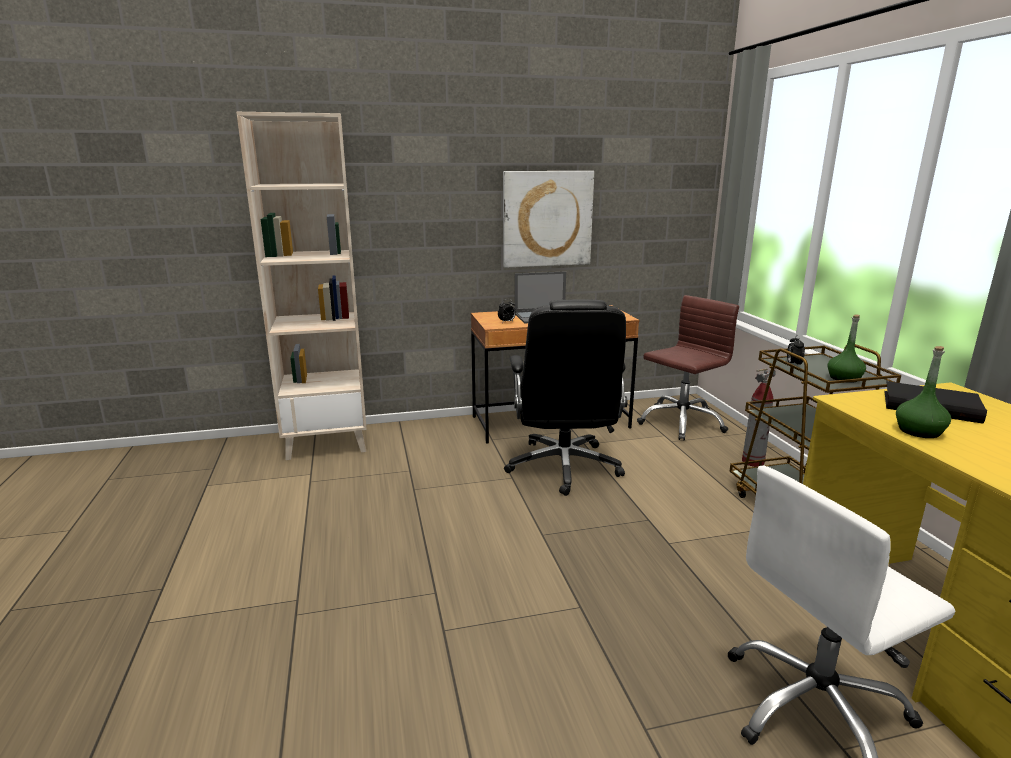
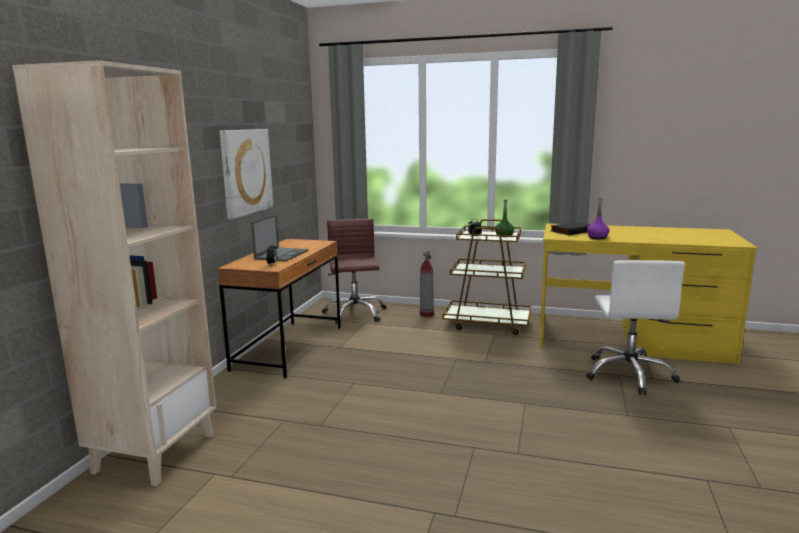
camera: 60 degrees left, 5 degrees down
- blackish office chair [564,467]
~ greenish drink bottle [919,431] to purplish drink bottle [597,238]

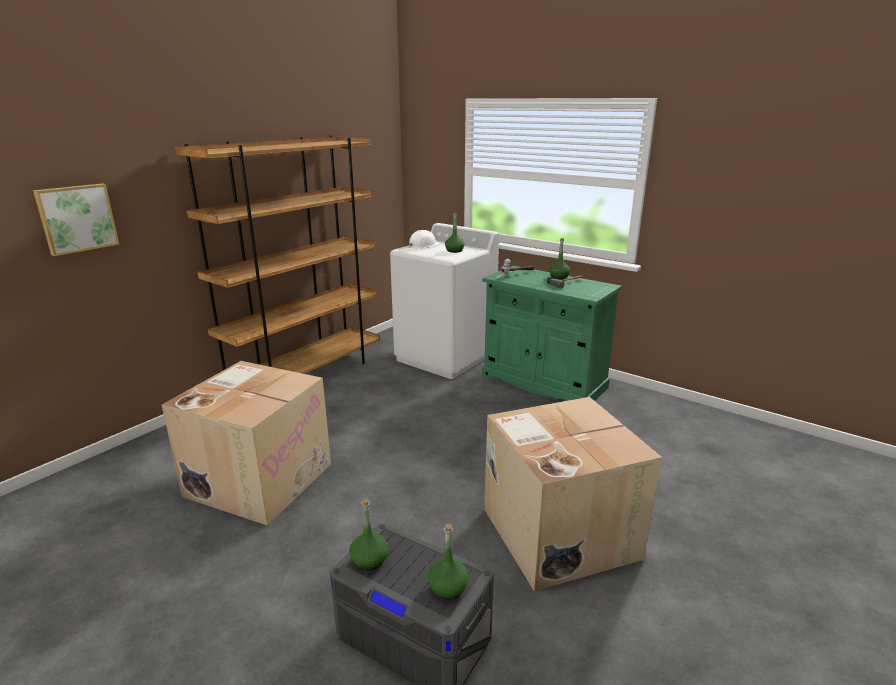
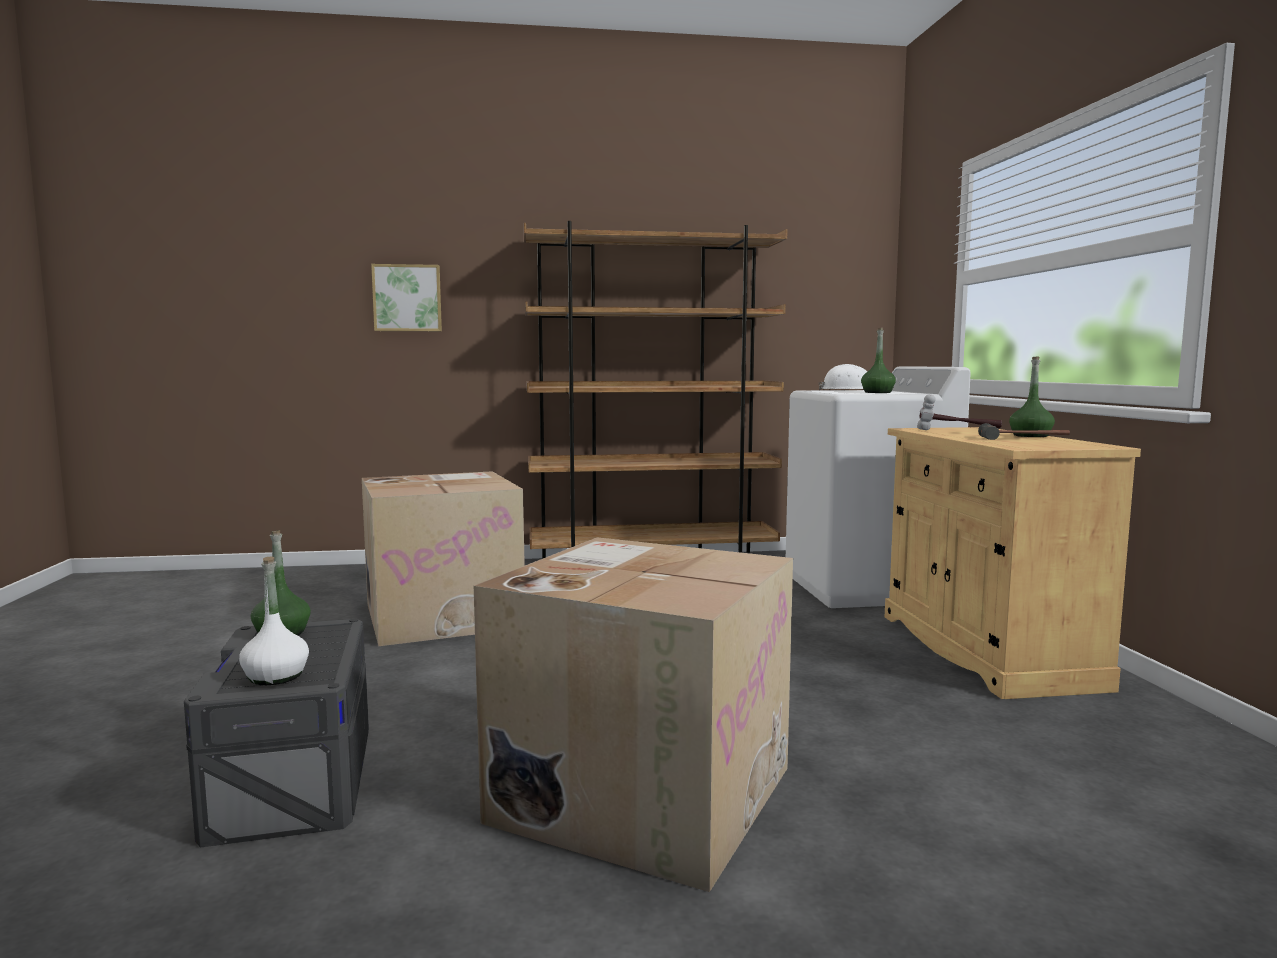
camera: 45 degrees right, 15 degrees down
~ greenish cabinet [543,382] to beige cabinet [985,650]
~ greenish drink bottle [448,588] to white drink bottle [276,676]

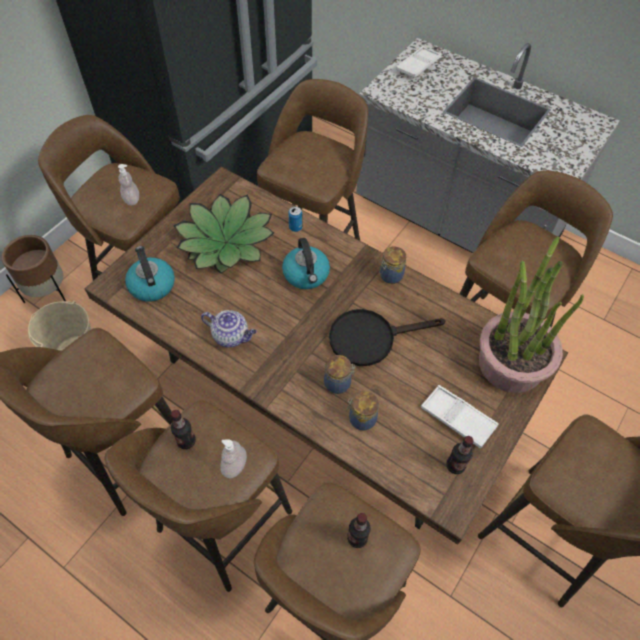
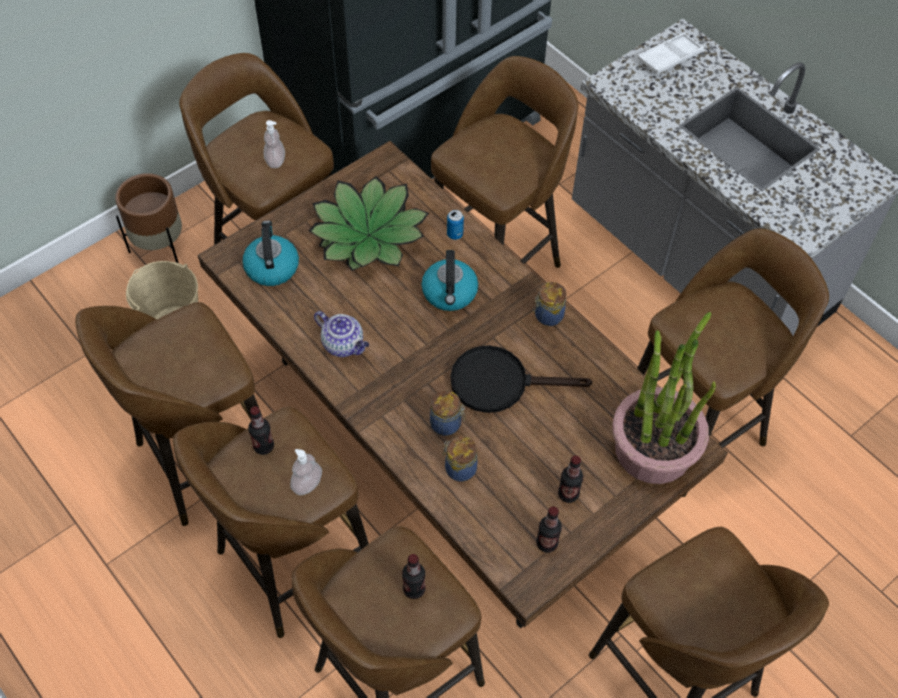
camera: 15 degrees right, 0 degrees up
~ white carrying tray [457,418] to drink bottle [568,494]

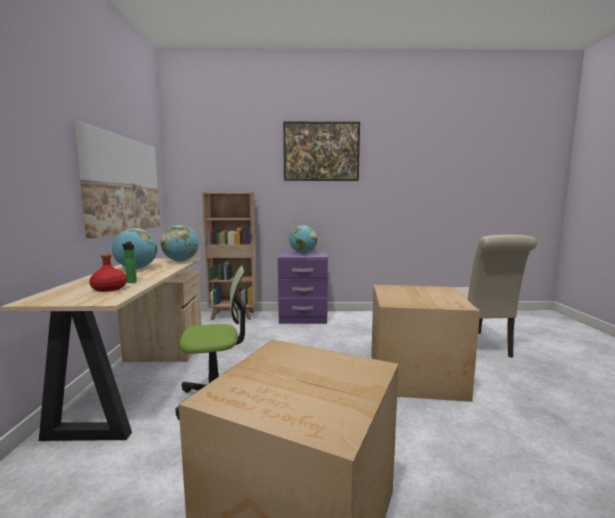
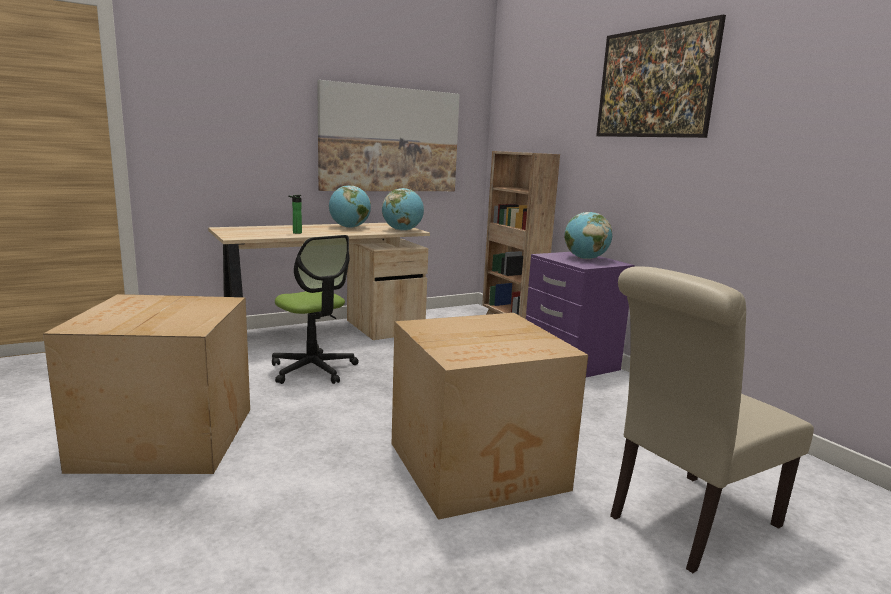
camera: 60 degrees right, 5 degrees up
- red drink bottle [108,288]

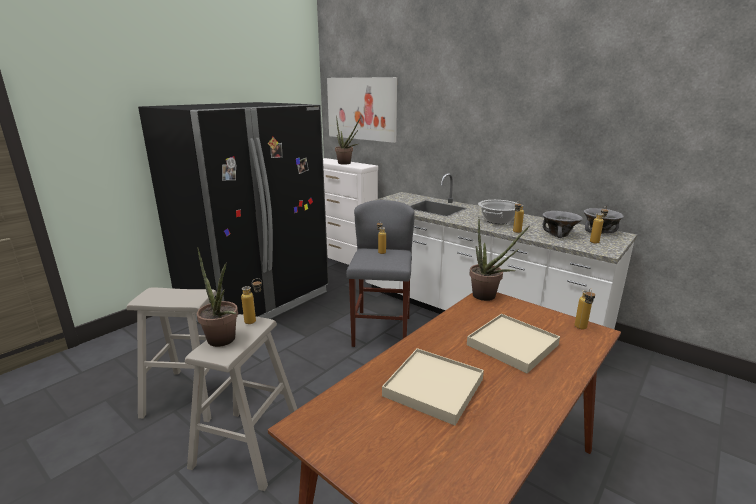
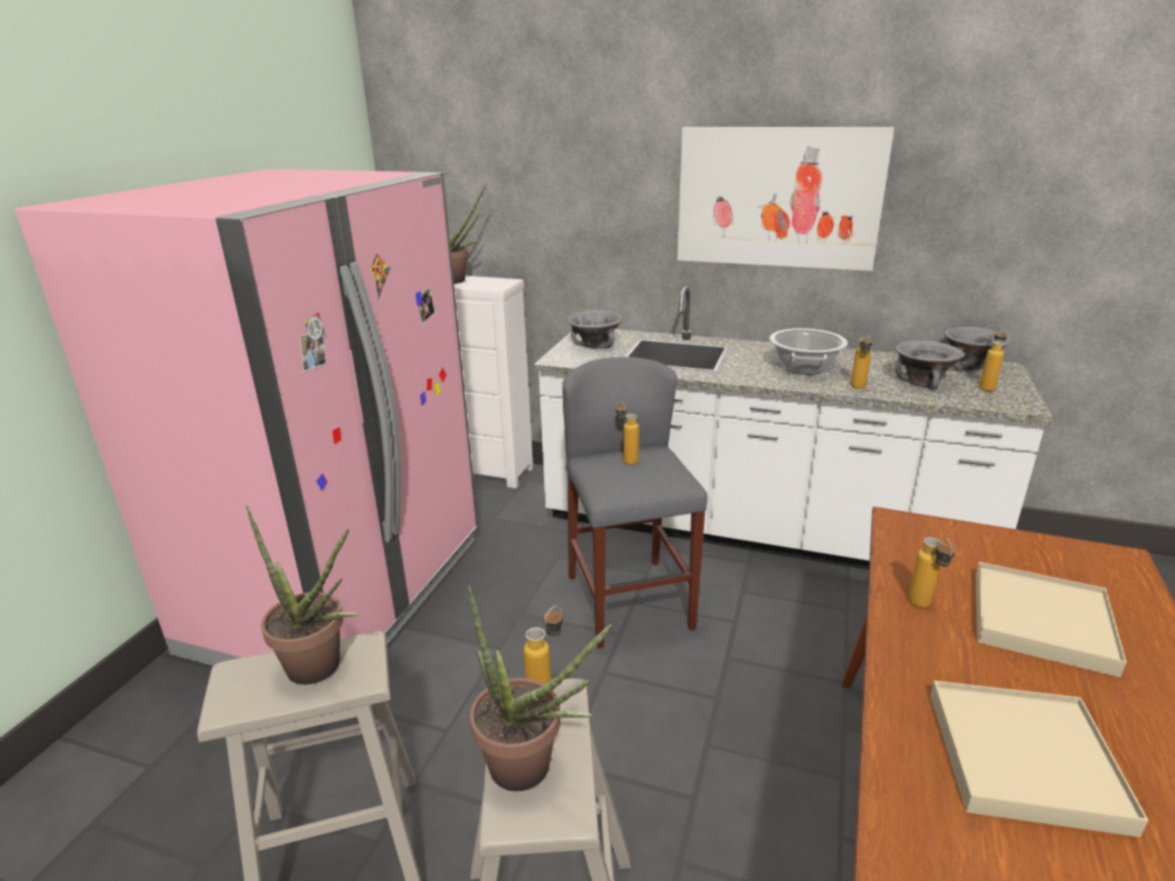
camera: 20 degrees left, 5 degrees up
~ wall art [361,109] to [778,198]
~ blackish refrigerator [256,301] to pink refrigerator [342,593]
~ plant in a pot [488,297] to [322,670]
~ drink bottle [581,329] to [924,607]
+ gray deep dish [595,345]

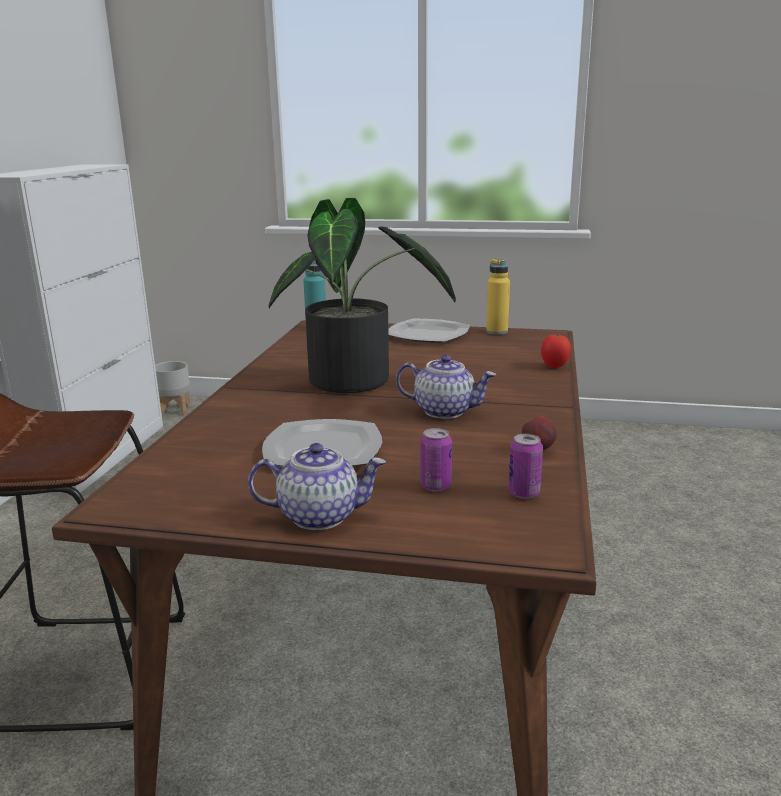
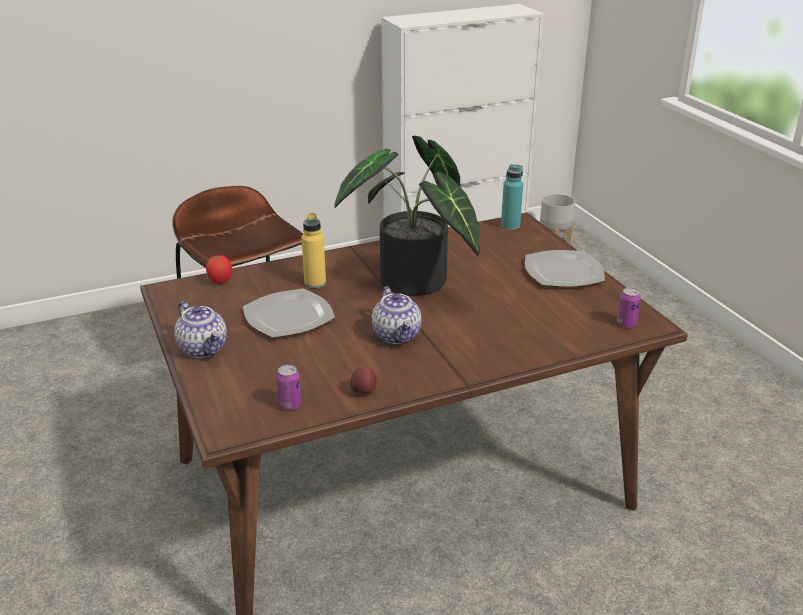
camera: 55 degrees right, 10 degrees up
~ yellow-coloured drink bottle [497,332] to [315,283]
~ tomato [554,366] to [220,282]
~ metal can [435,486] to [626,323]

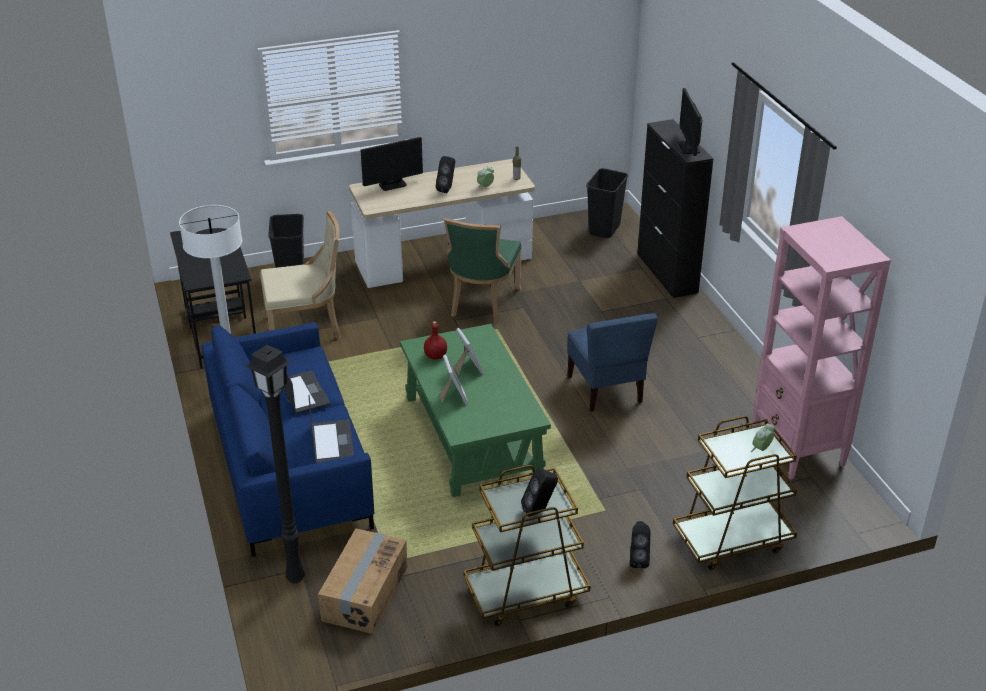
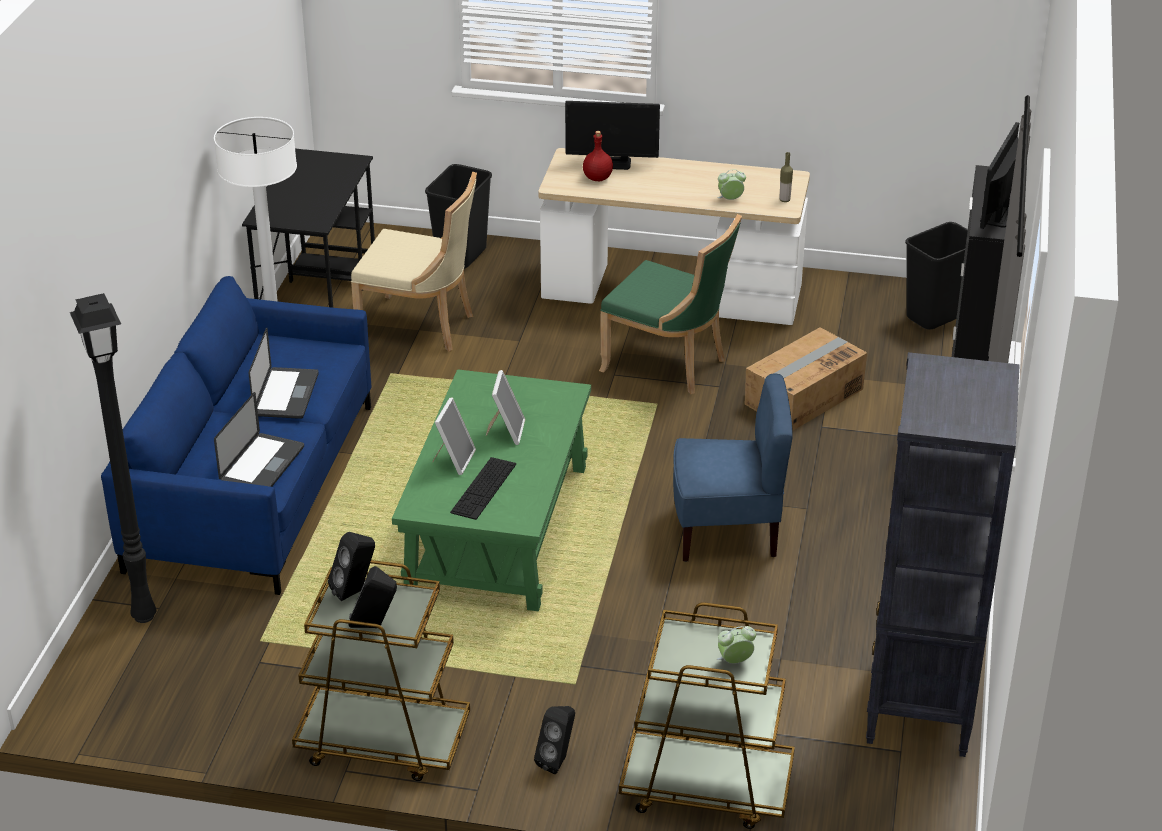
camera: 30 degrees right, 0 degrees up
~ blackish speaker [447,189] to [355,591]
~ pink shelving unit [798,449] to blackish shelving unit [919,708]
~ greenish plain chair [482,303] = [669,364] 105 degrees counterclockwise
~ blue plain chair [606,389] = [726,532] 105 degrees counterclockwise
~ red drink bottle [436,356] to [598,178]
~ packing box [364,593] to [803,396]
+ PC keyboard [483,488]

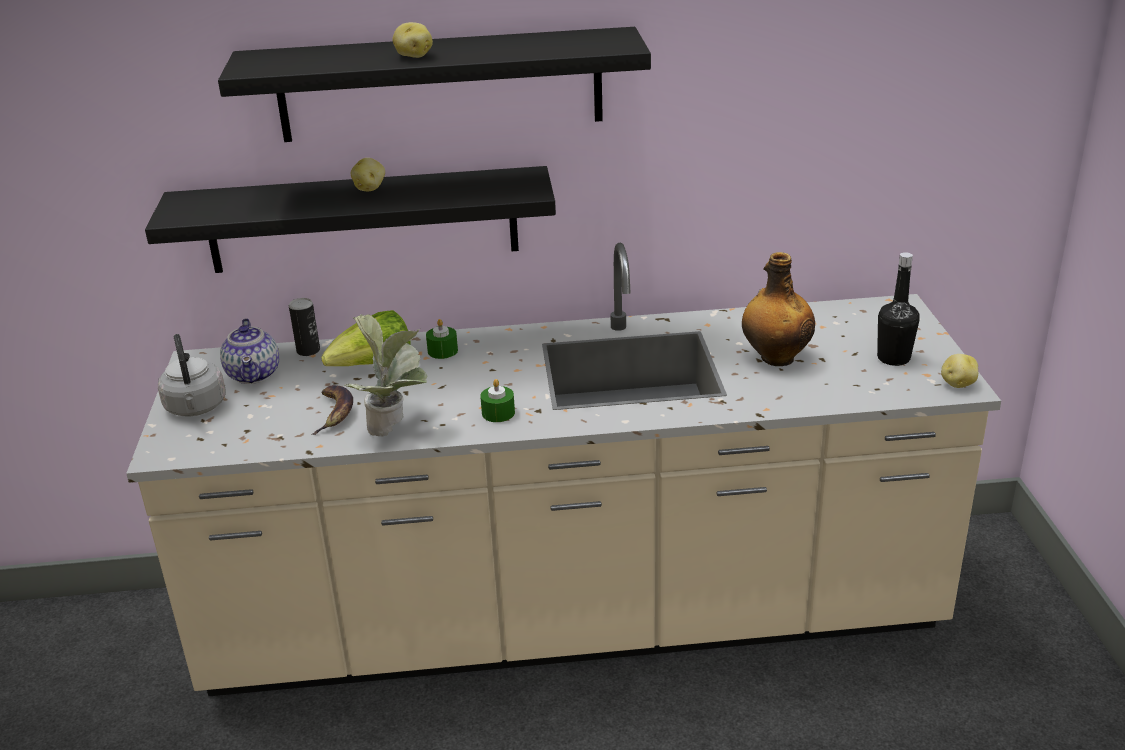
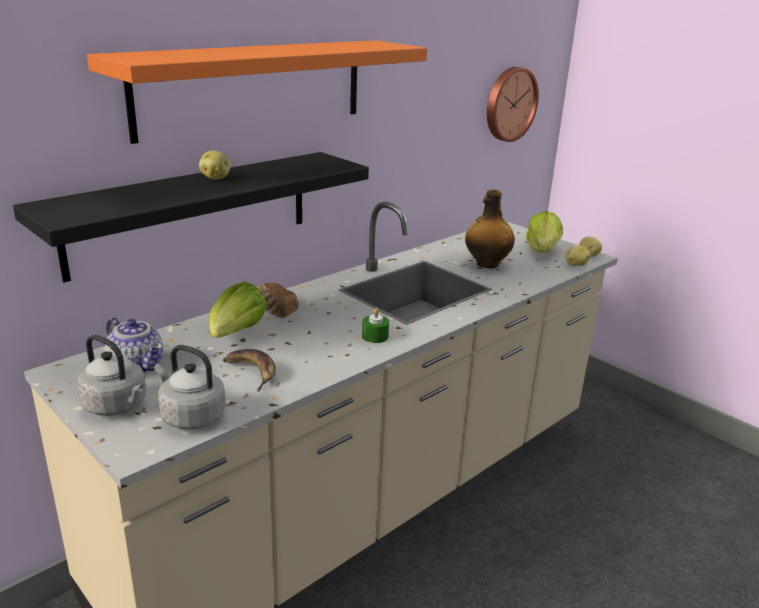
camera: 40 degrees left, 5 degrees down
~ spud [414,56] to [575,265]
~ blackish wall shelf [440,85] to orange-coloured wall shelf [254,87]
~ blackish drink bottle [893,358] to lettuce head [542,251]
- metal can [308,351]
- plant in a pot [395,428]
~ greenish wax candle [442,351] to baked bread [275,310]
+ wall clock [509,104]
+ gray kettle [190,416]

